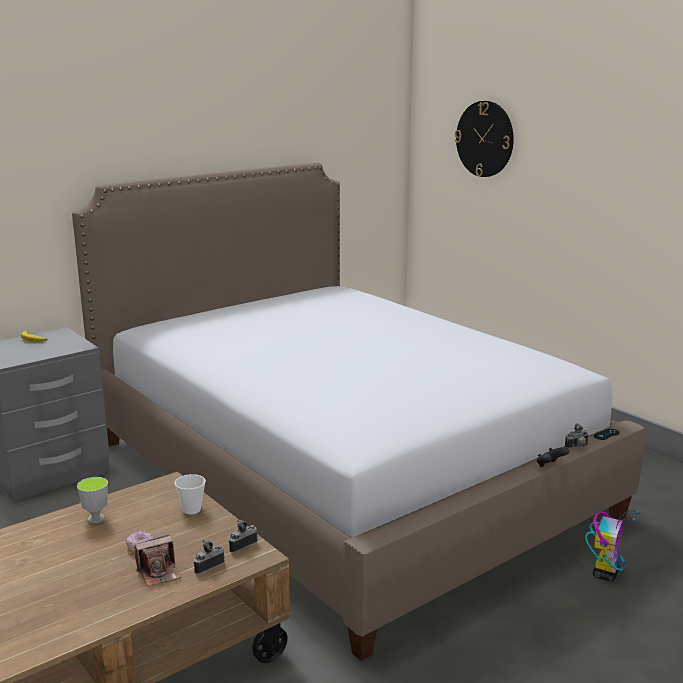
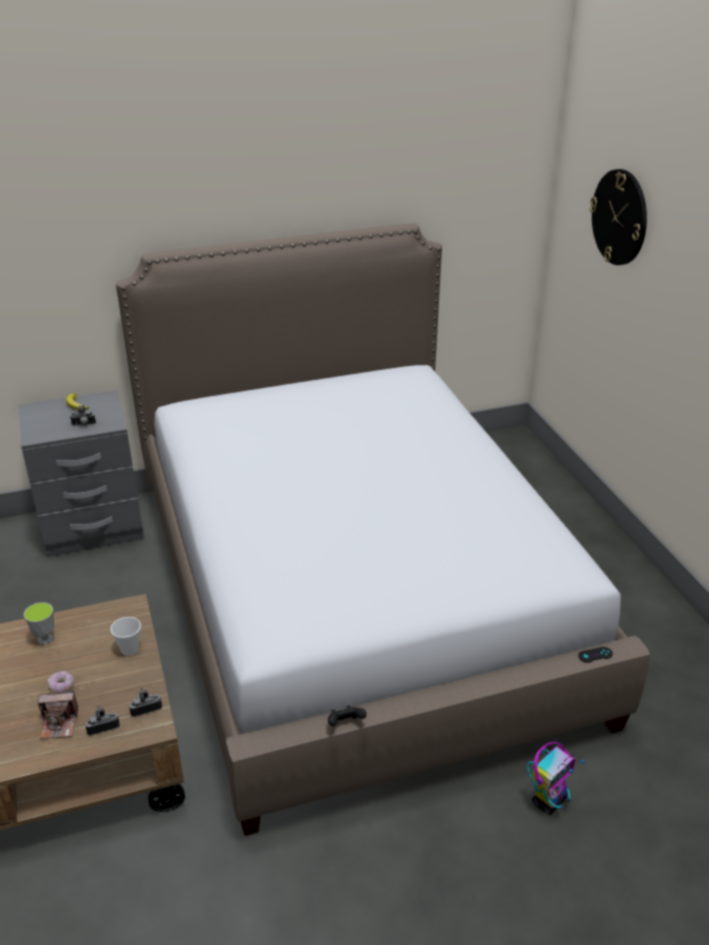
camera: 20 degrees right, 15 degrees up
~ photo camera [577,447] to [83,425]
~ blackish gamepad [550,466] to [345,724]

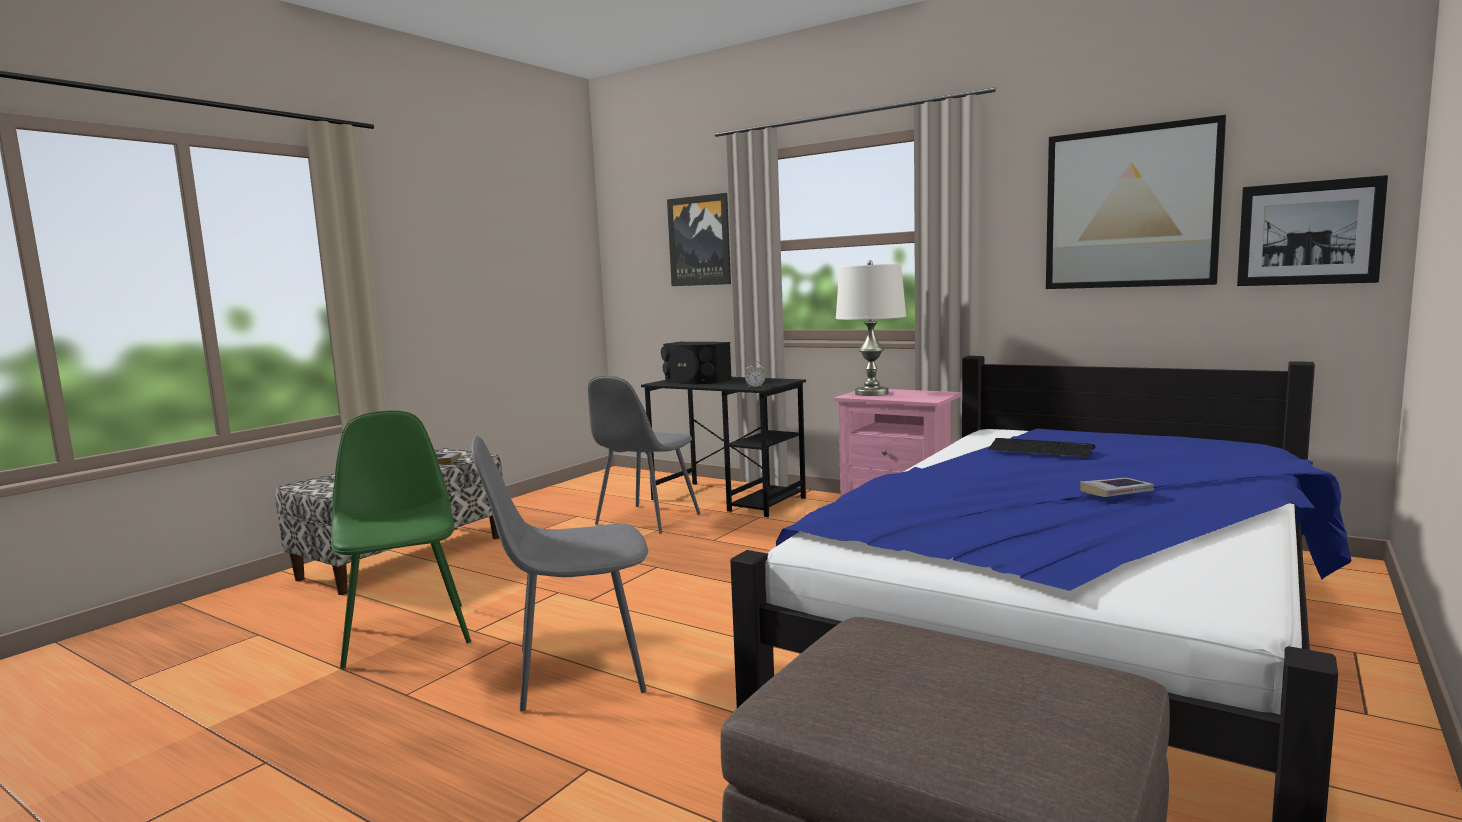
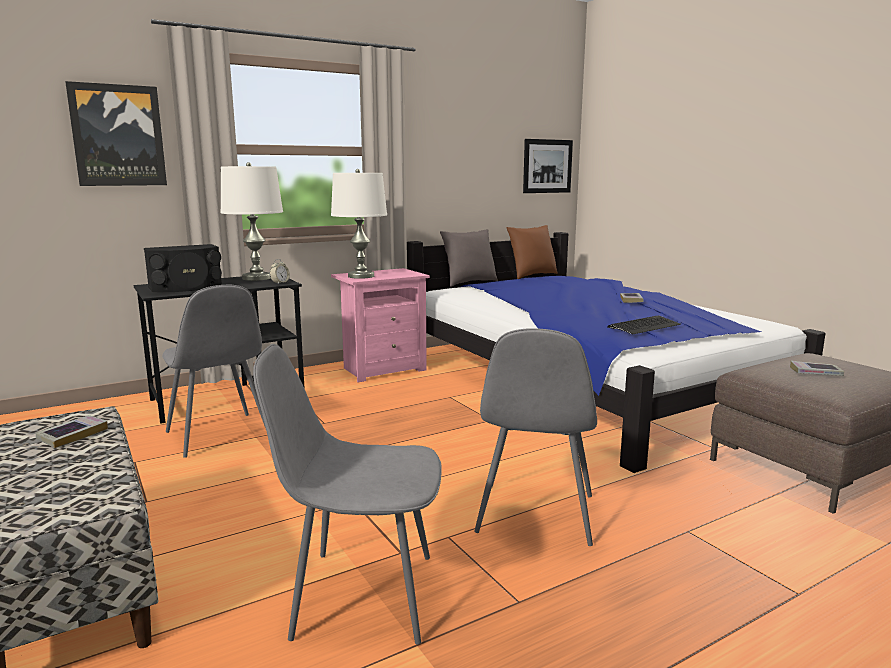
camera: 65 degrees left, 5 degrees up
- wall art [1130,208]
~ greenish plain chair [406,633] to gray plain chair [360,595]
~ PC keyboard [1040,449] to [644,326]
+ white lamp for a table [257,278]
+ brownish pillow [531,275]
+ gray pillow [469,283]
+ book [815,373]

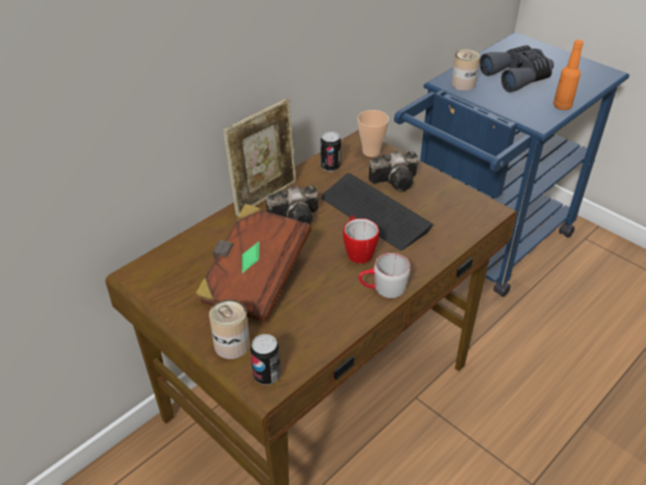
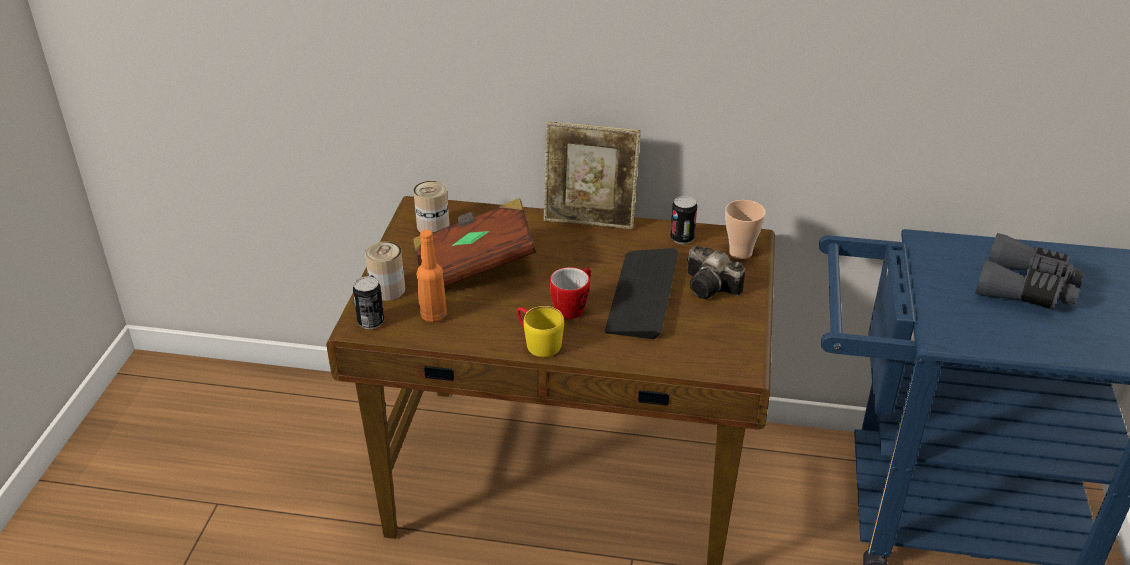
camera: 55 degrees right, 5 degrees down
~ orange-coloured drink bottle [562,106] to [433,315]
~ metal can [463,84] to [433,226]
- photo camera [297,217]
~ gray mug [382,289] to yellow-coloured mug [537,342]

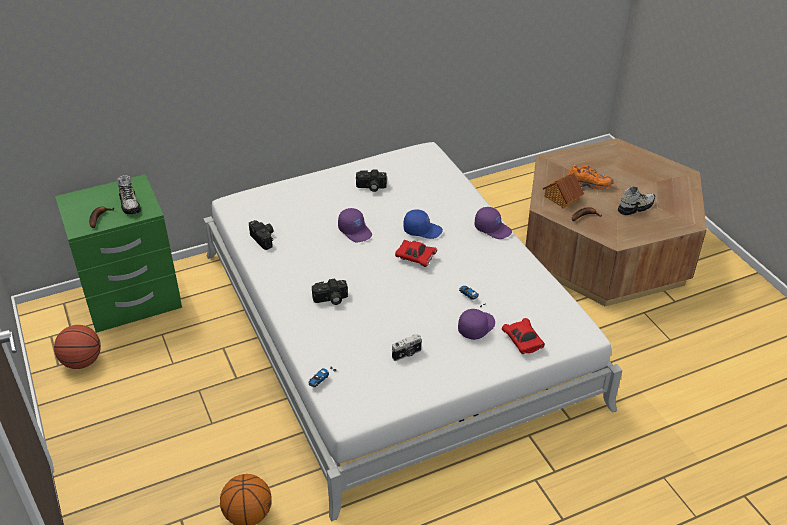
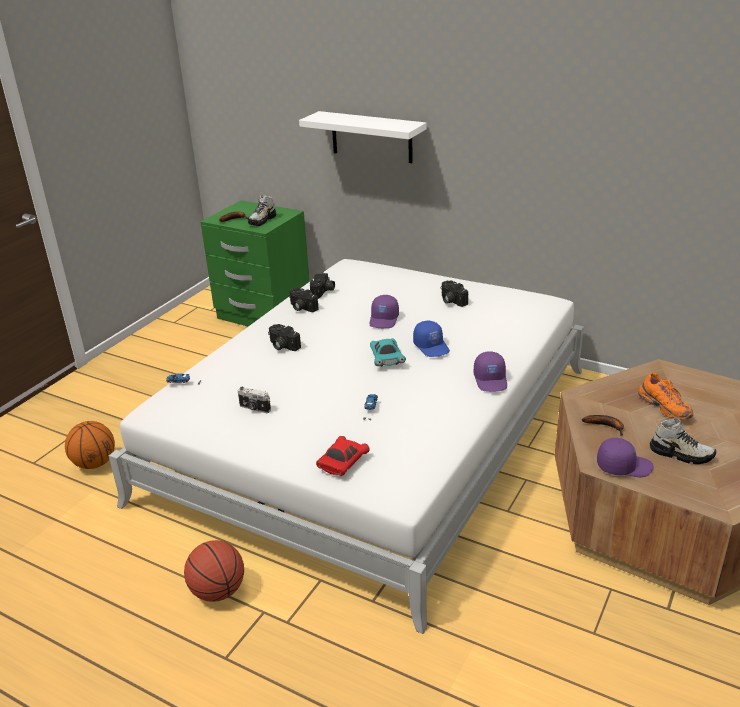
camera: 55 degrees right, 10 degrees down
- miniature house [561,198]
~ red toy car [415,258] to blue-green toy car [386,359]
~ purplish peaked cap [476,327] to [623,466]
~ basketball [82,362] to [218,591]
+ white wall shelf [371,137]
+ photo camera [301,307]

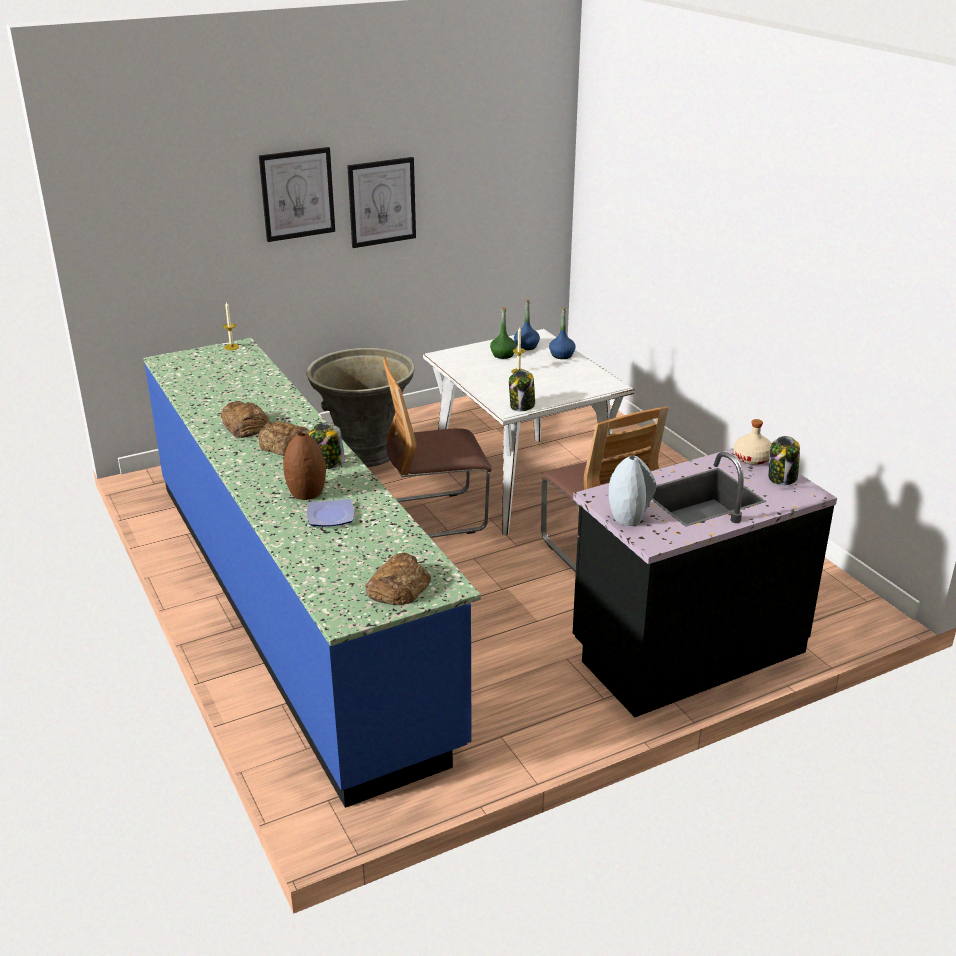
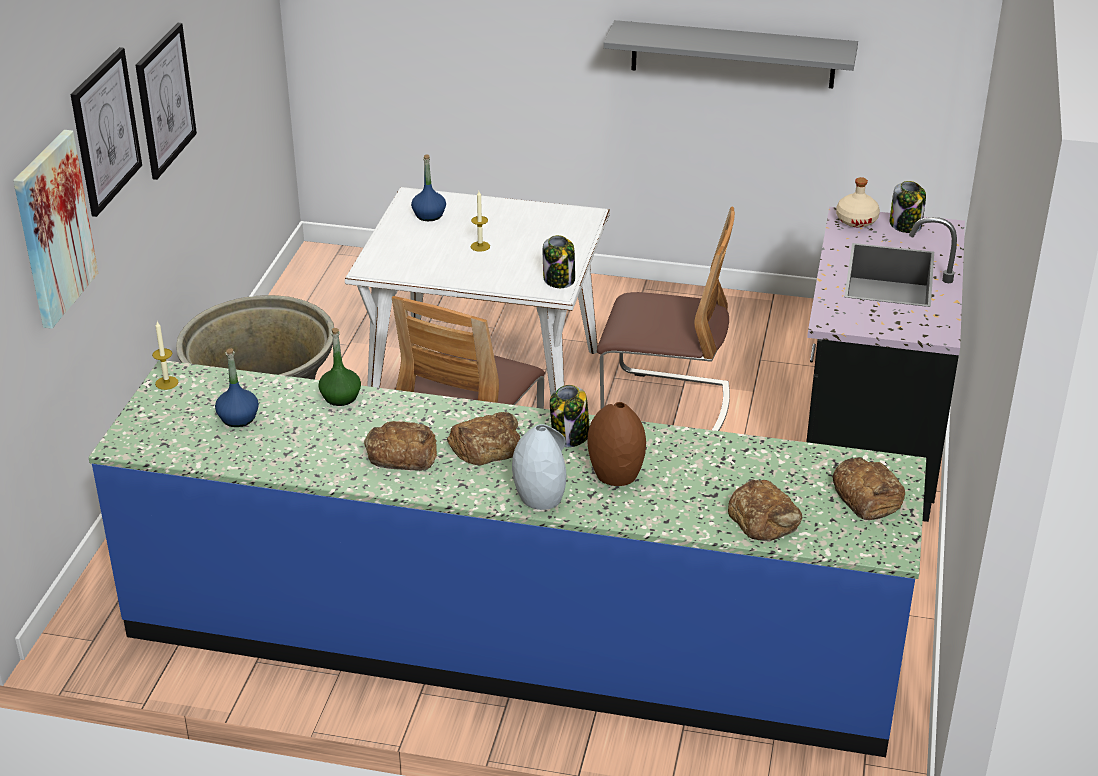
camera: 50 degrees left, 5 degrees up
~ greenish drink bottle [503,355] to [341,397]
~ blue drink bottle [561,355] to [238,418]
~ gray decorative vase [629,517] to [540,497]
- dinner plate [329,516]
+ gray wall shelf [733,54]
+ wall art [53,228]
+ baked bread [764,518]

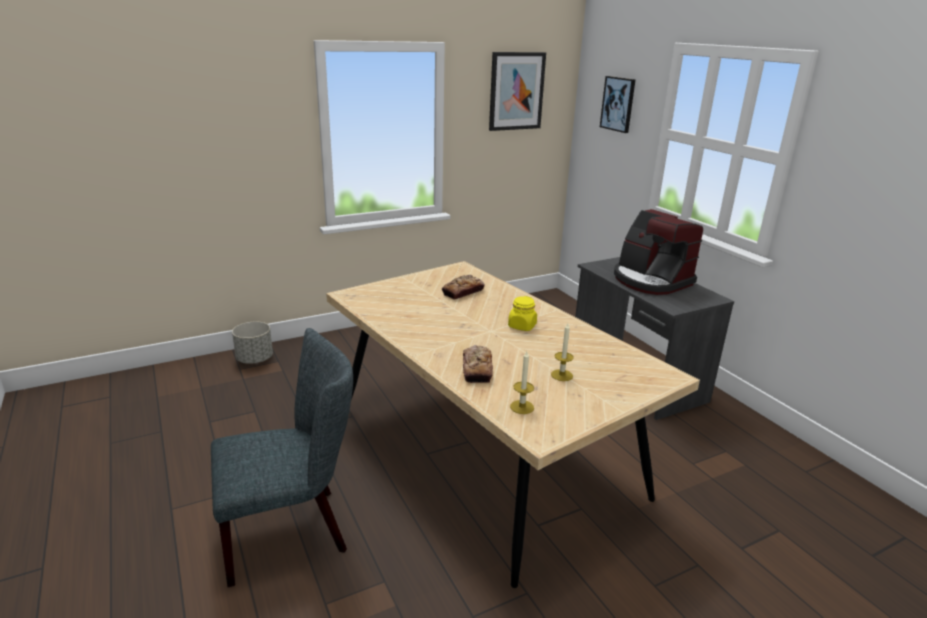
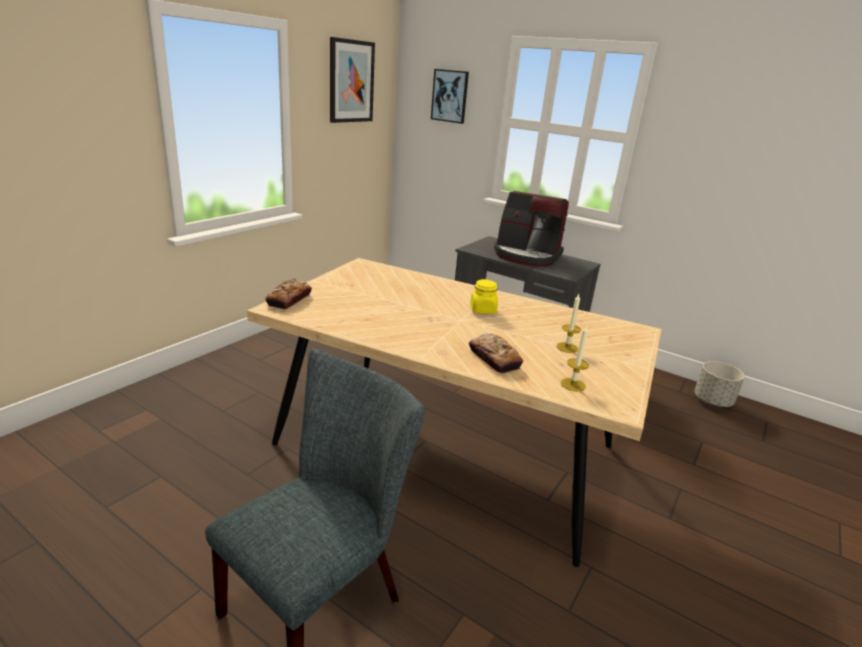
camera: 30 degrees left, 0 degrees up
~ baked bread [463,292] to [289,299]
~ gray plant pot [255,359] to [712,401]

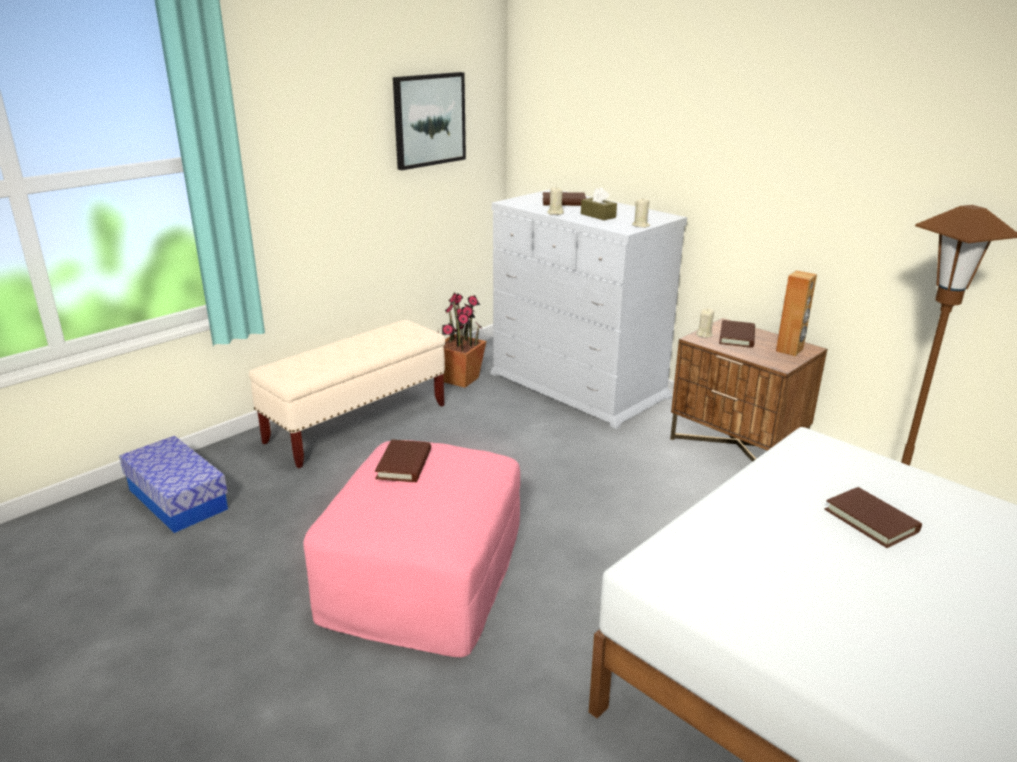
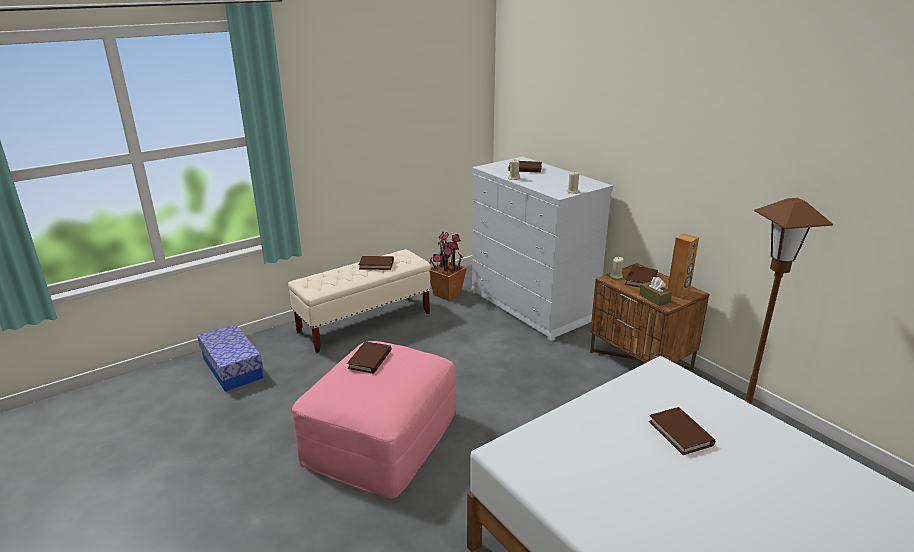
camera: 10 degrees right, 0 degrees up
- wall art [429,120]
~ brownish box of tissues [598,215] to [654,298]
+ brownish book [376,264]

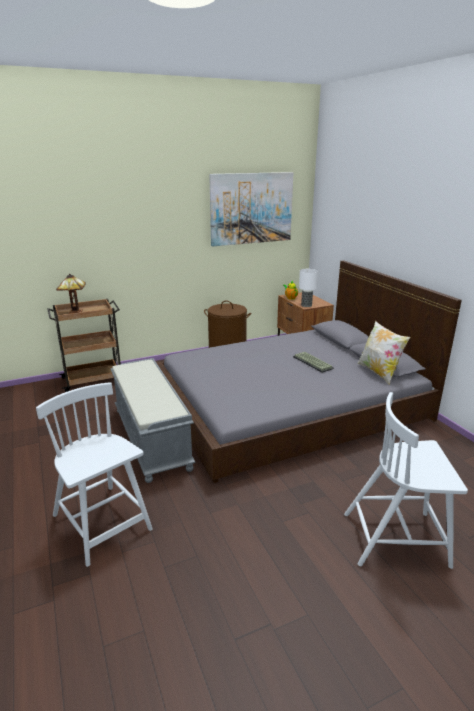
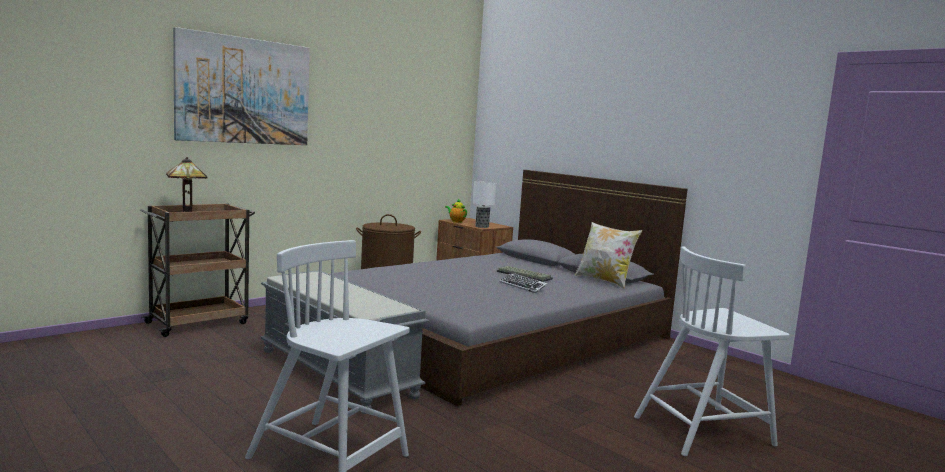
camera: 20 degrees left, 15 degrees down
~ wall art [251,208] to [244,91]
+ PC keyboard [523,286]

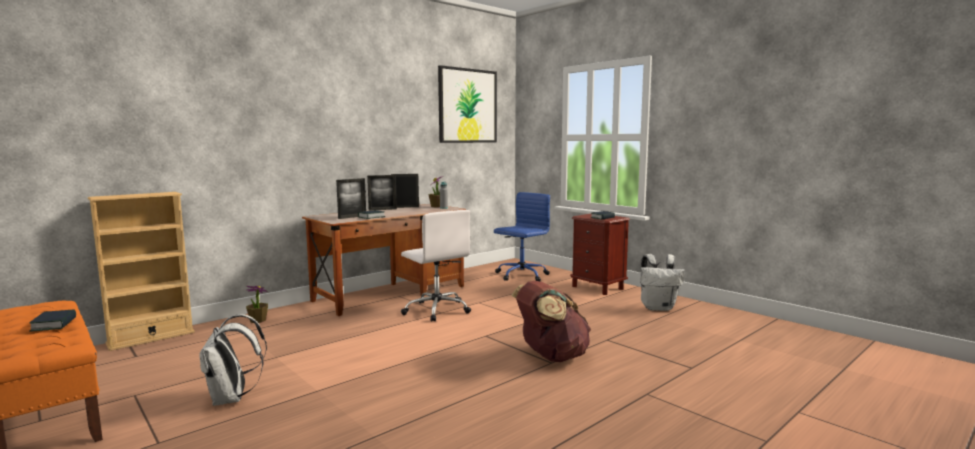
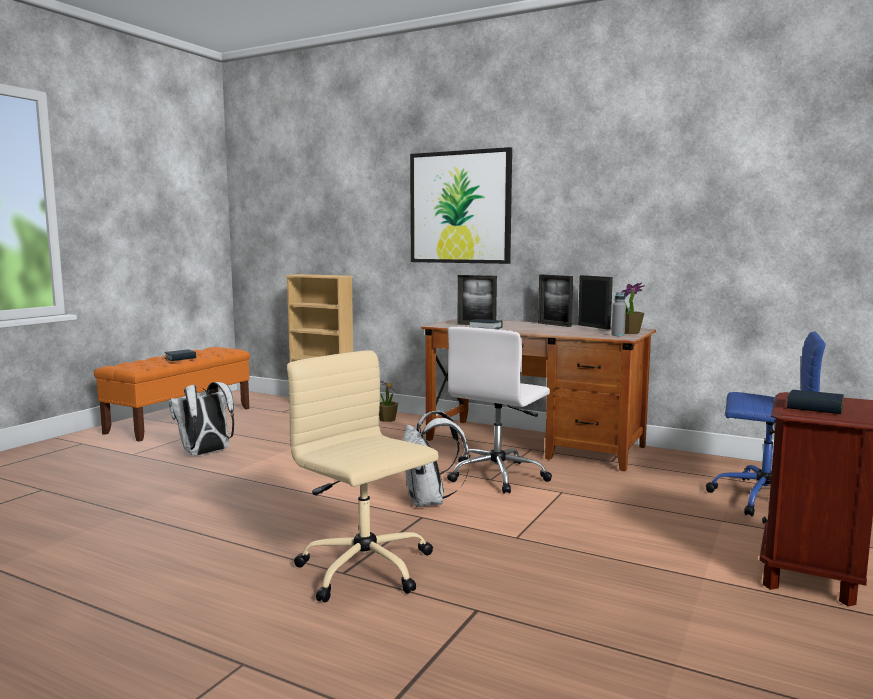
camera: 70 degrees right, 0 degrees up
~ wall art [467,106] to [460,207]
~ white knapsack [658,308] to [429,502]
~ brownish knapsack [551,356] to beige office chair [366,570]

